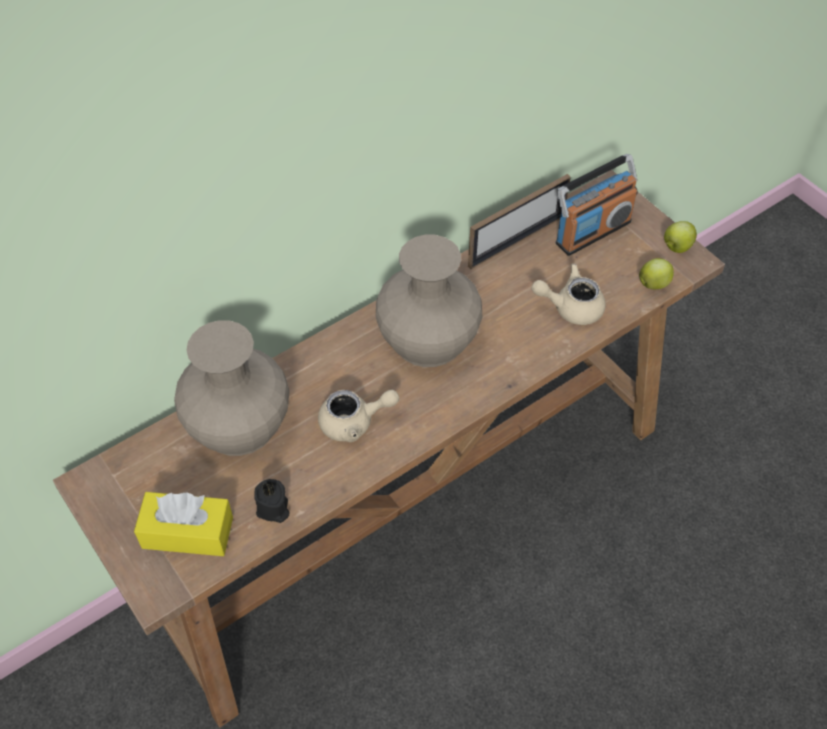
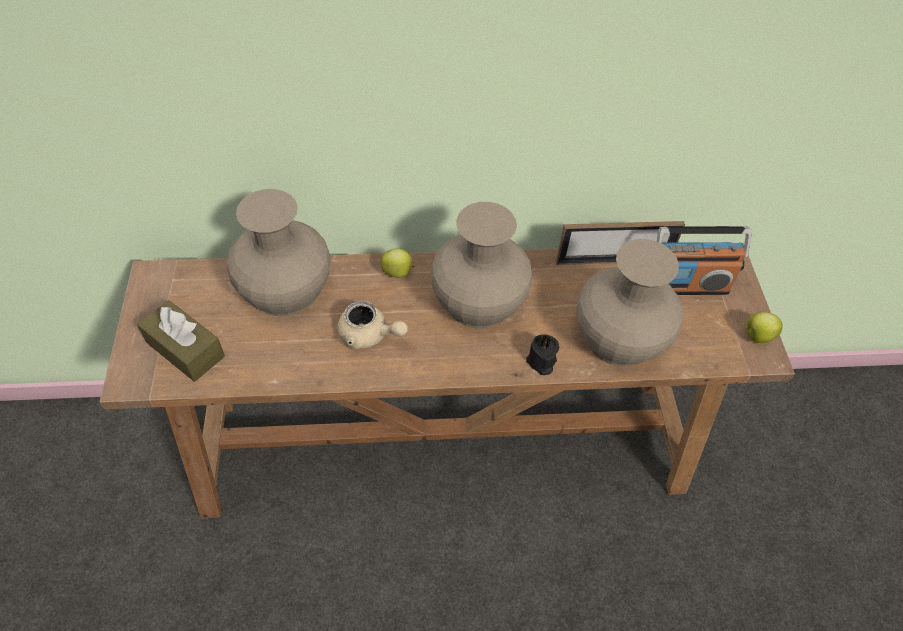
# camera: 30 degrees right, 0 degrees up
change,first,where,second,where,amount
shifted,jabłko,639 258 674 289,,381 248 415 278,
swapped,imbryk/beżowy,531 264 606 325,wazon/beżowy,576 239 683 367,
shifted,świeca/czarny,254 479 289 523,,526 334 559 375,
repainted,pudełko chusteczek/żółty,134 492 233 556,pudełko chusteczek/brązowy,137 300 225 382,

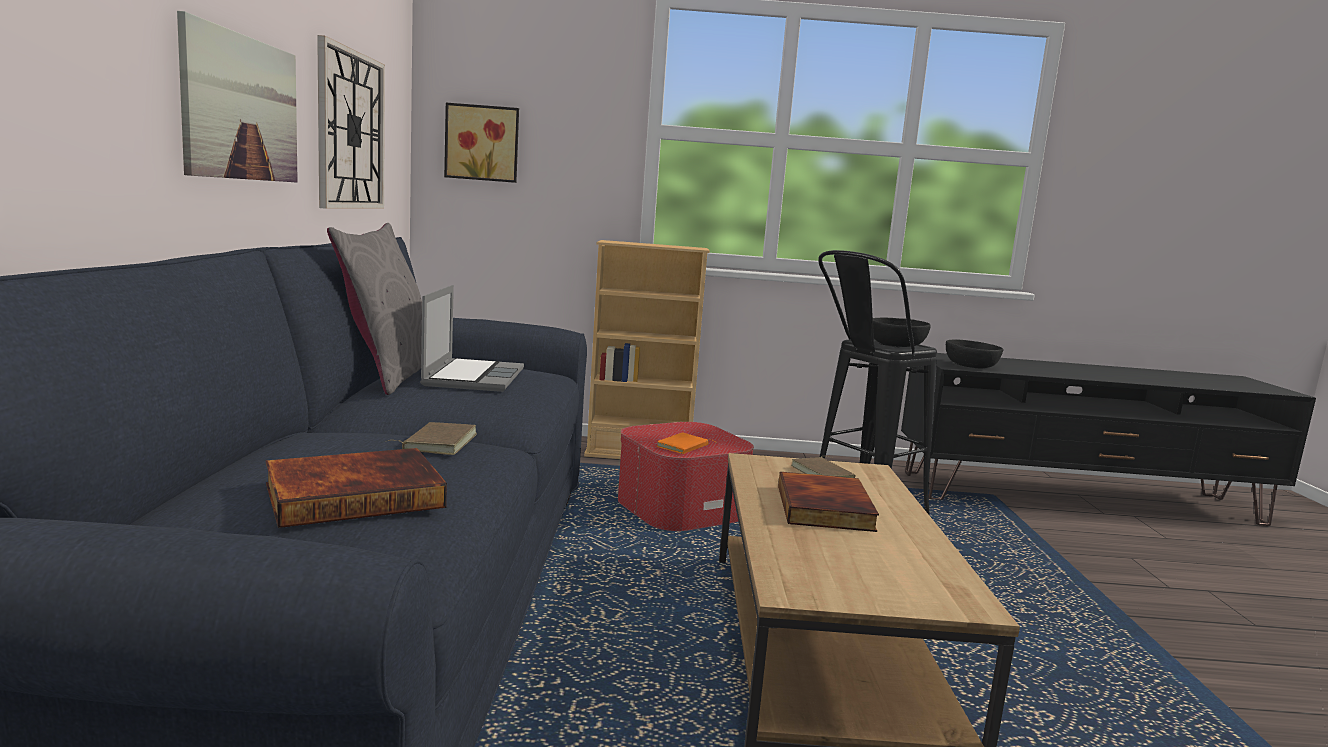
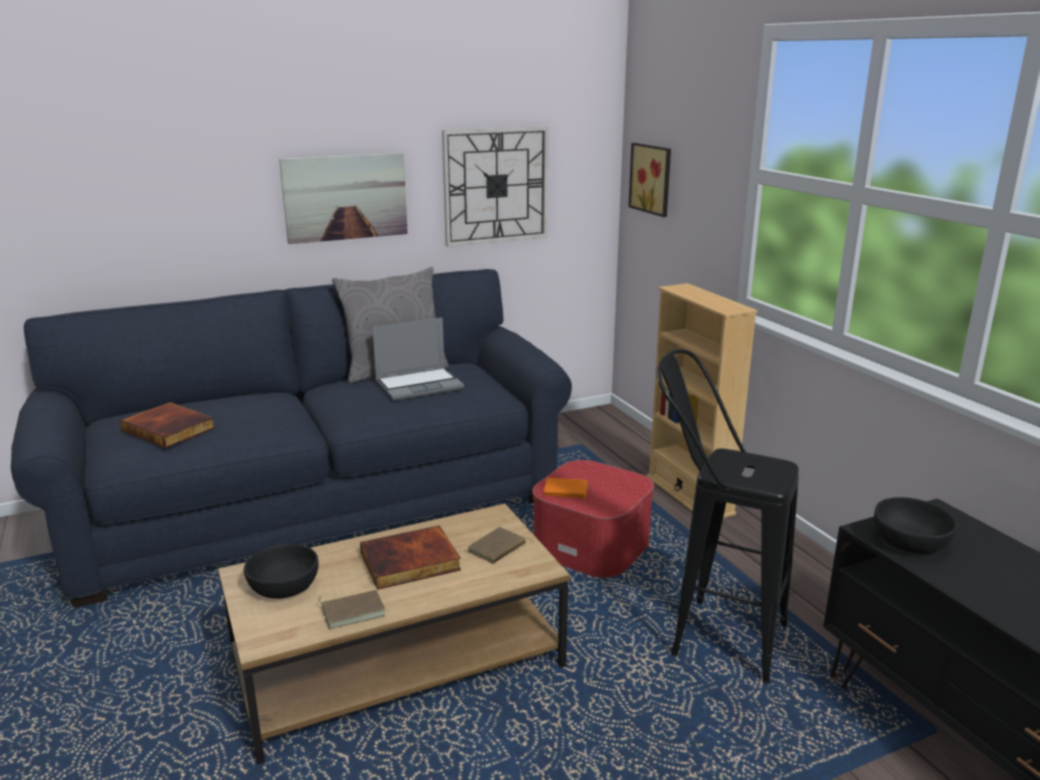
# camera: 65 degrees right, 10 degrees up
change,first,where,second,where,amount
shifted,miska/czarny,873 318 931 347,,244 544 319 599,
shifted,książka/brązowy,385 422 477 455,,319 590 385 629,

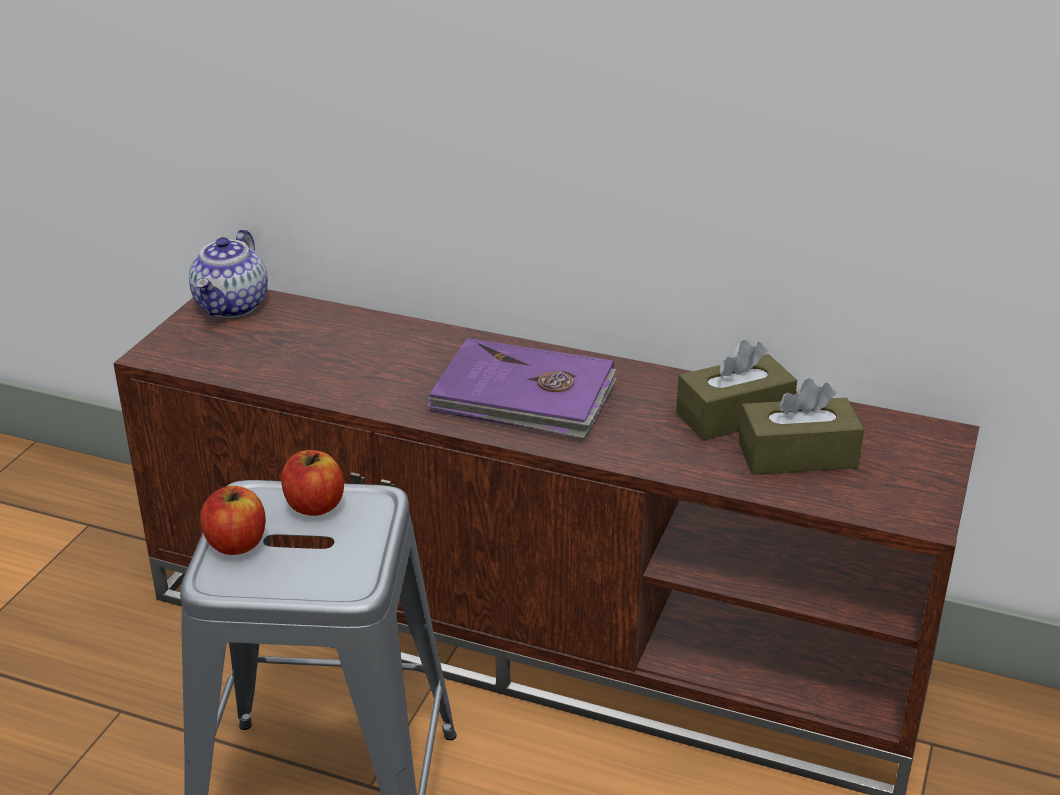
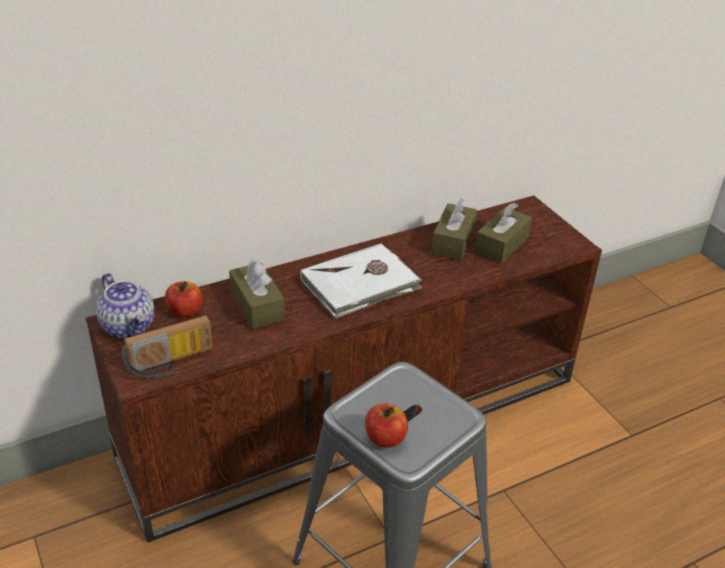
# camera: 50 degrees left, 5 degrees up
change,first,where,second,where,amount
repainted,książka/fioletowy,427 338 617 438,książka/biały,300 243 423 318,
shifted,jabłko,281 450 344 516,,165 281 203 317,
new,,,pudełko chusteczek/brązowy,229 258 285 329,
new,,,radio,121 315 213 379,

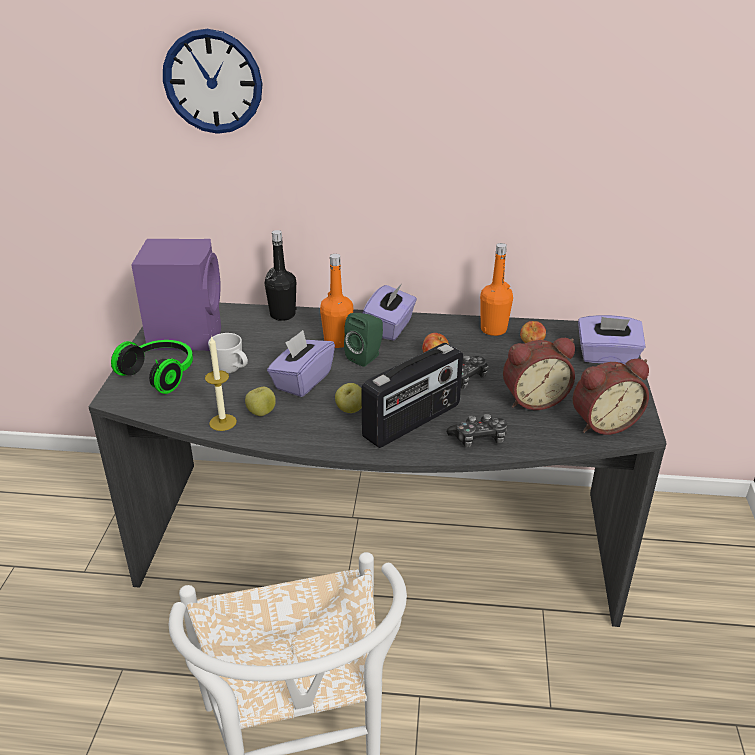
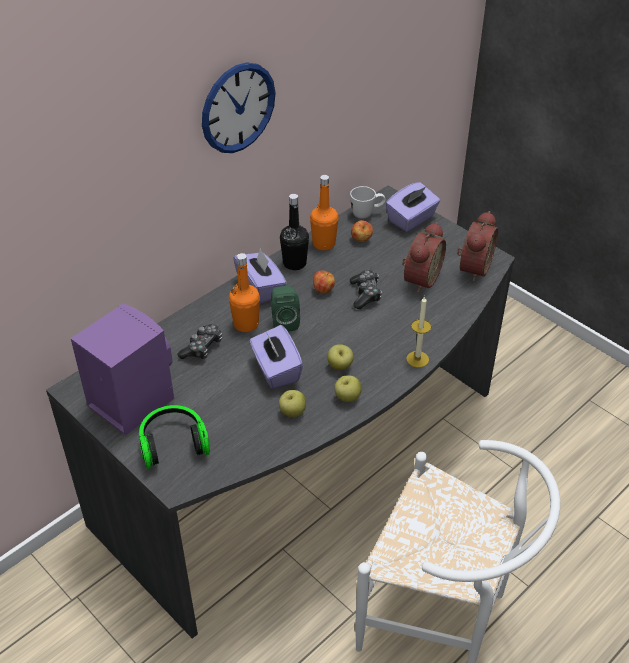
# camera: 50 degrees left, 10 degrees up
change,first,where,second,where,amount
shifted,zegar ścienny,163 29 263 134,,202 62 275 153,
shifted,butelka/czarny,265 230 296 321,,280 194 309 270,
shifted,kubek/biały,208 333 248 373,,350 186 385 219,
shifted,świeca,205 336 237 431,,406 296 431 368,
gone,radio,361 343 463 448,,,
shifted,pad do gier,447 414 507 447,,178 324 222 359,
new,,,jabłko,334 376 361 402,

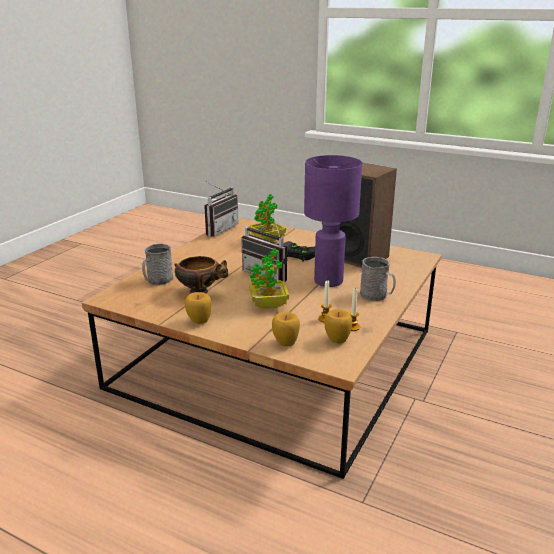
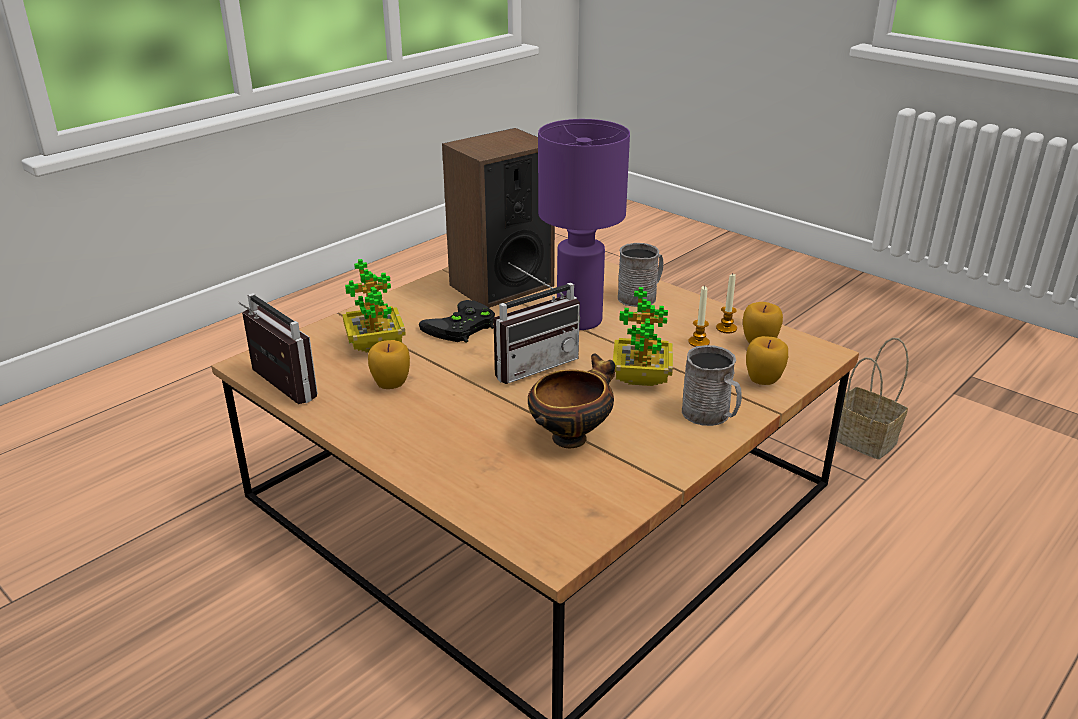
# camera: 75 degrees left, 5 degrees up
change,first,where,second,where,amount
shifted,kubek/szary,142 244 173 285,,682 345 742 426,
shifted,jabłko,185 292 212 324,,368 340 410 389,
new,,,koszyk,834 337 909 459,

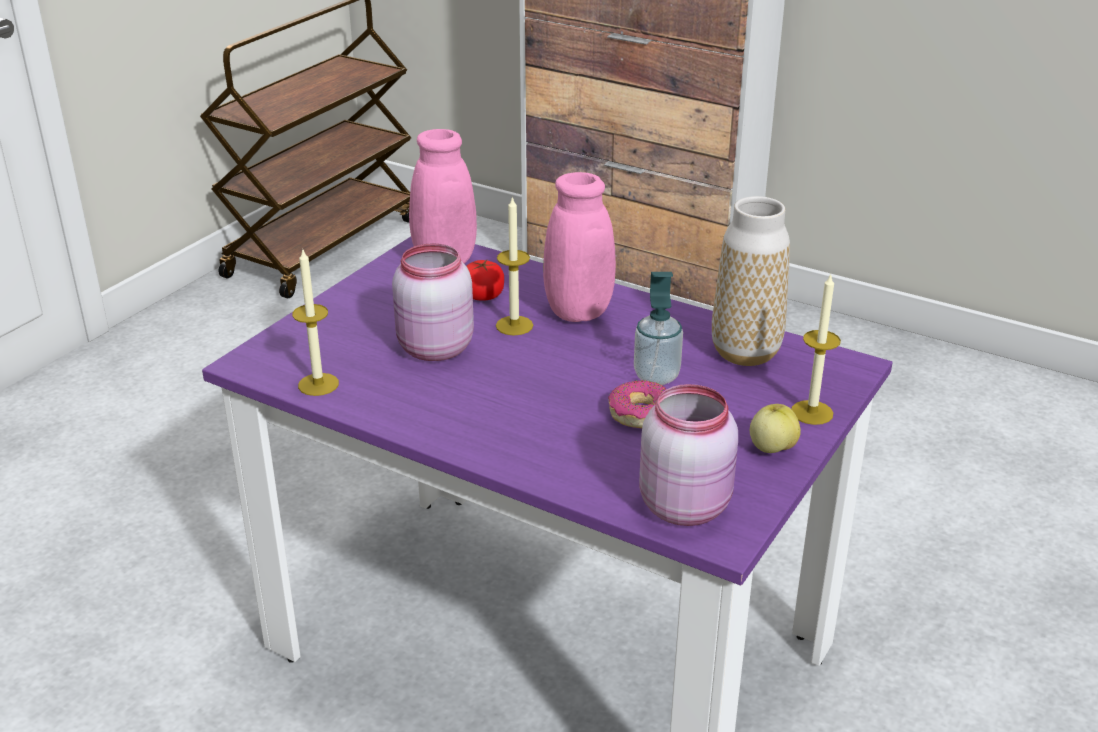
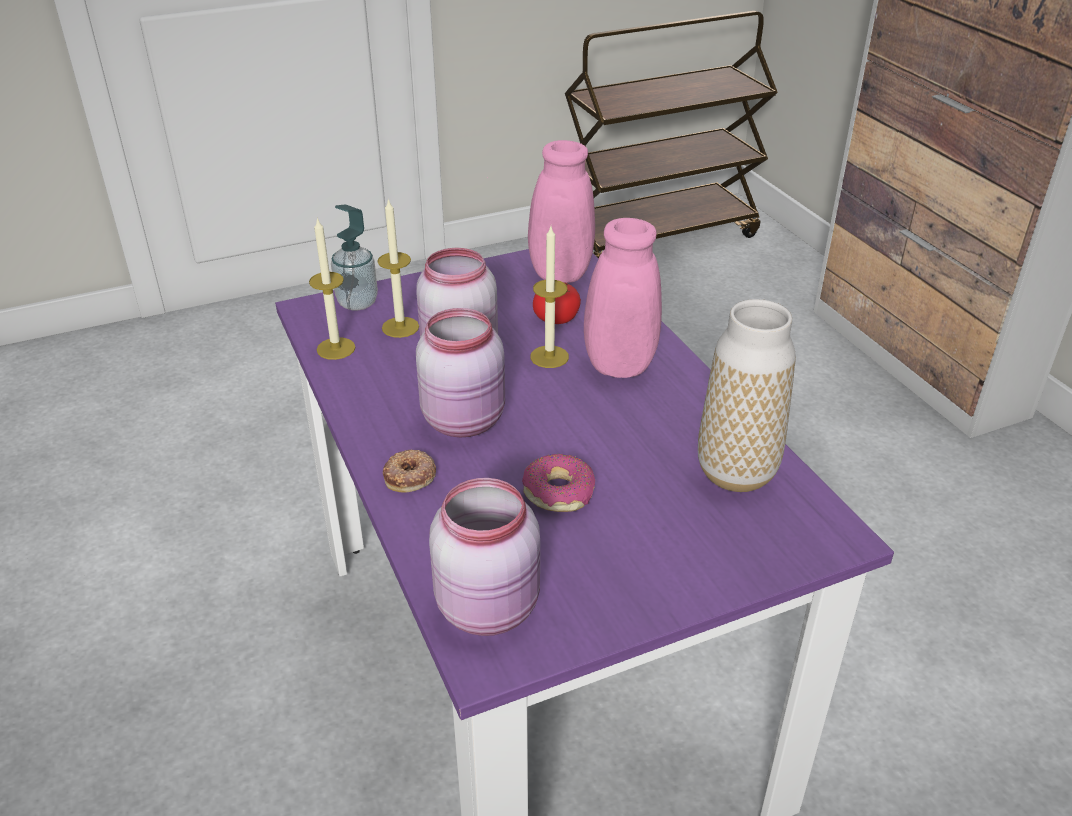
# camera: 35 degrees right, 5 degrees up
change,first,where,second,where,amount
shifted,dozownik mydła,634 272 683 385,,331 205 378 310,
shifted,świeca,791 274 841 425,,377 198 419 338,
gone,jabłko,750 404 801 453,,,
new,,,słoik/różowy,416 308 505 437,
new,,,donut,383 450 436 492,

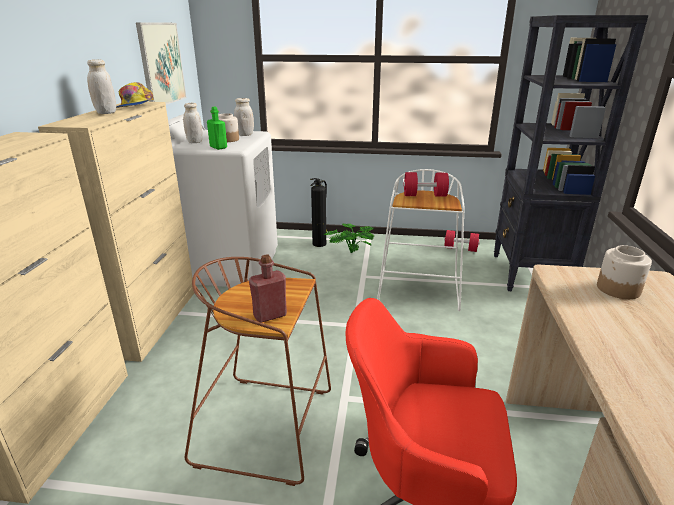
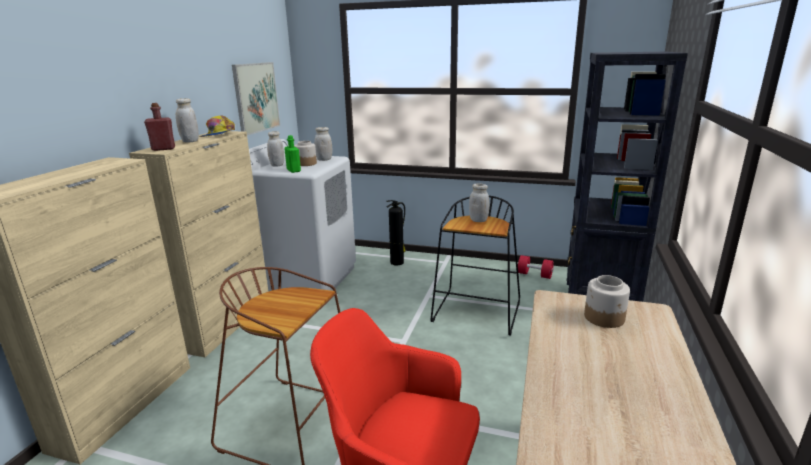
# camera: 10 degrees right, 5 degrees down
change,first,where,second,where,amount
repainted,stołek/biały,377 169 464 311,stołek/czarny,431 196 520 336,
swapped,hantel/czerwony,403 172 449 197,słoik/biały,469 183 489 222,
gone,roślina doniczkowa,324 223 374 253,,,
shifted,butelka/czerwony,249 255 287 323,,144 103 175 151,

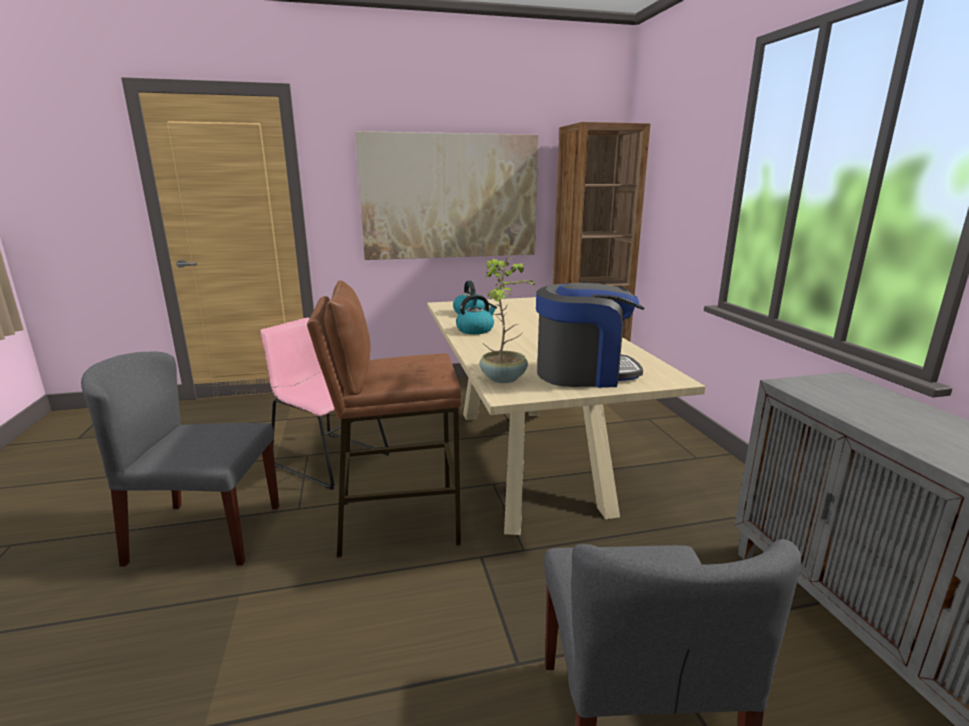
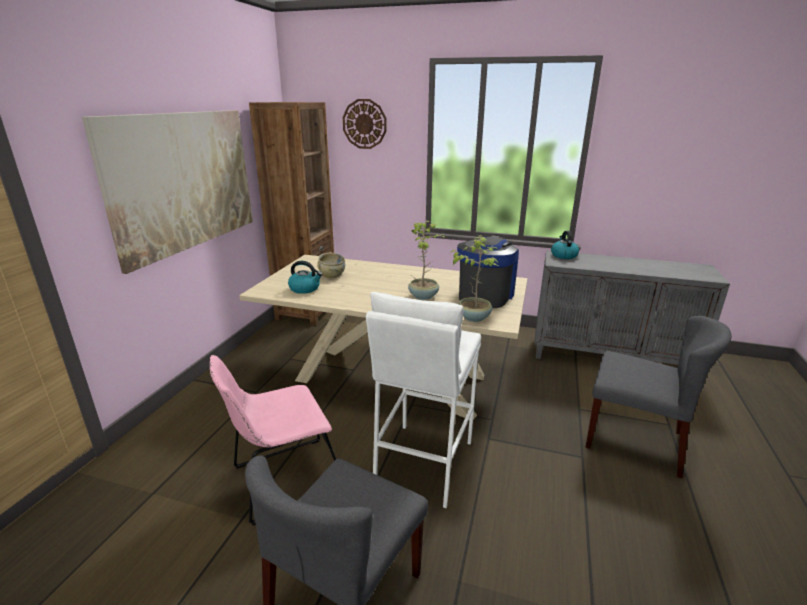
# camera: 60 degrees left, 5 degrees up
change,first,where,second,where,amount
repainted,stołek/brązowy,307 280 461 557,stołek/biały,366 292 481 509,
shifted,czajnik,456 294 497 334,,551 231 579 259,
new,,,zegar ścienny,343 99 387 149,
new,,,roślina doniczkowa,408 221 445 300,
new,,,miska/beżowy,317 253 345 278,

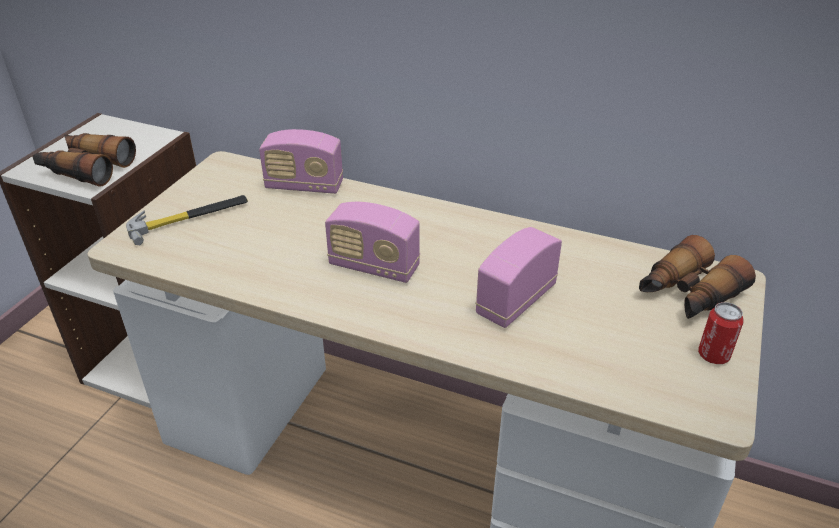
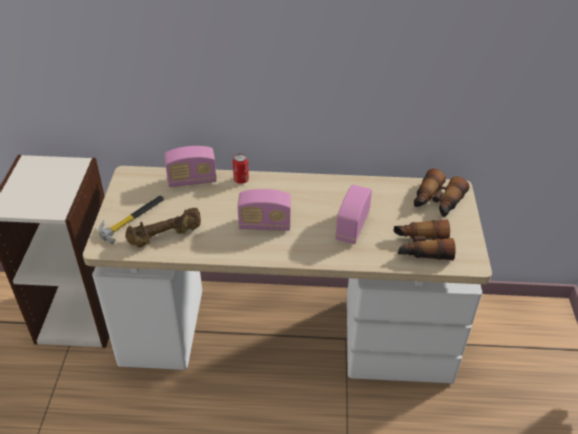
# camera: 20 degrees left, 5 degrees up
change,first,where,second,where,amount
shifted,lornetka,33 133 136 187,,394 219 455 260,
shifted,puszka,698 302 744 364,,233 154 249 184,
new,,,hantel/brązowy,125 208 201 247,

